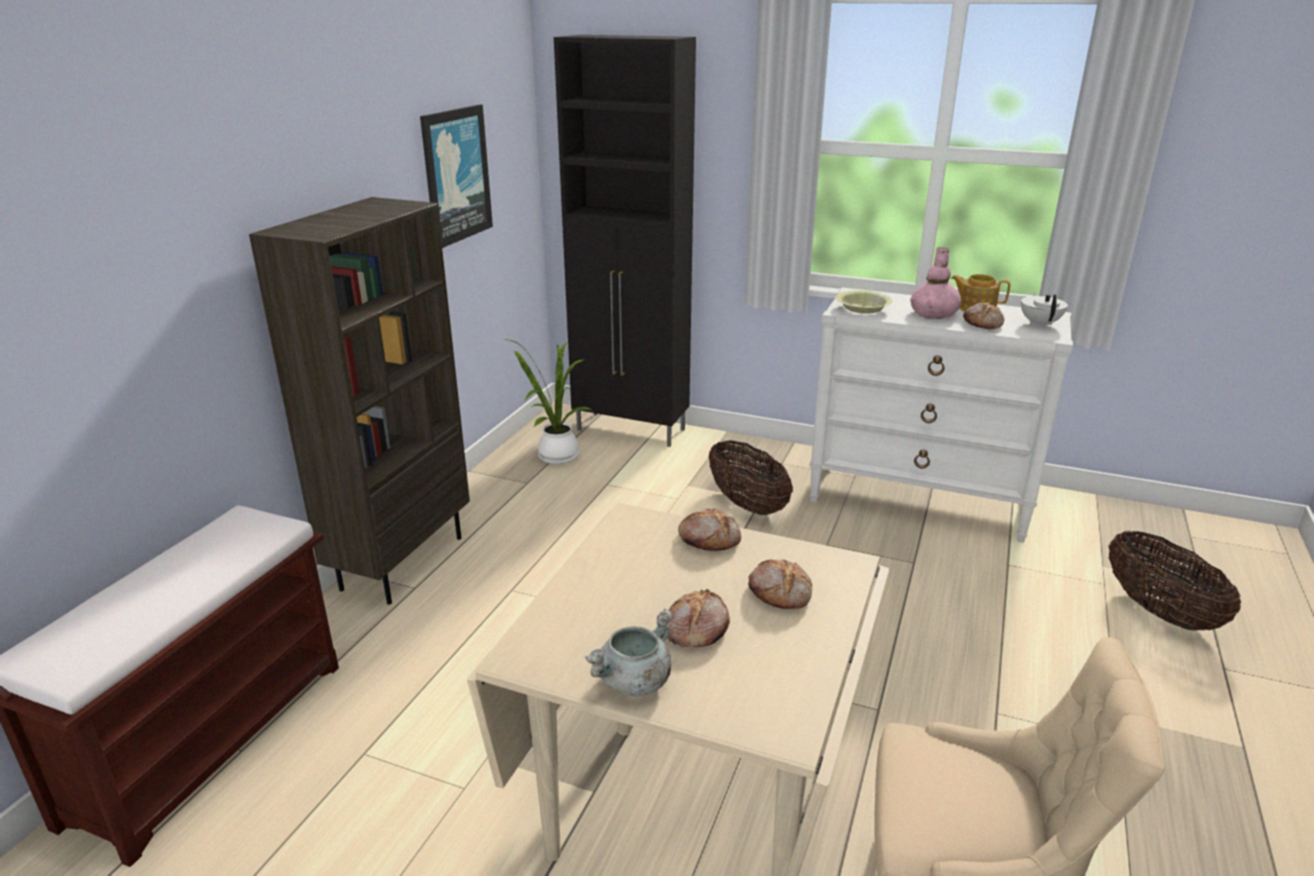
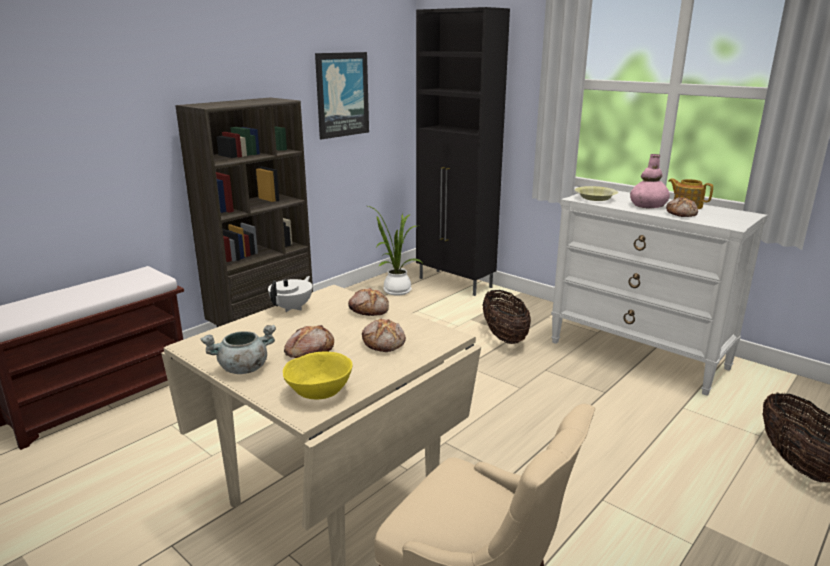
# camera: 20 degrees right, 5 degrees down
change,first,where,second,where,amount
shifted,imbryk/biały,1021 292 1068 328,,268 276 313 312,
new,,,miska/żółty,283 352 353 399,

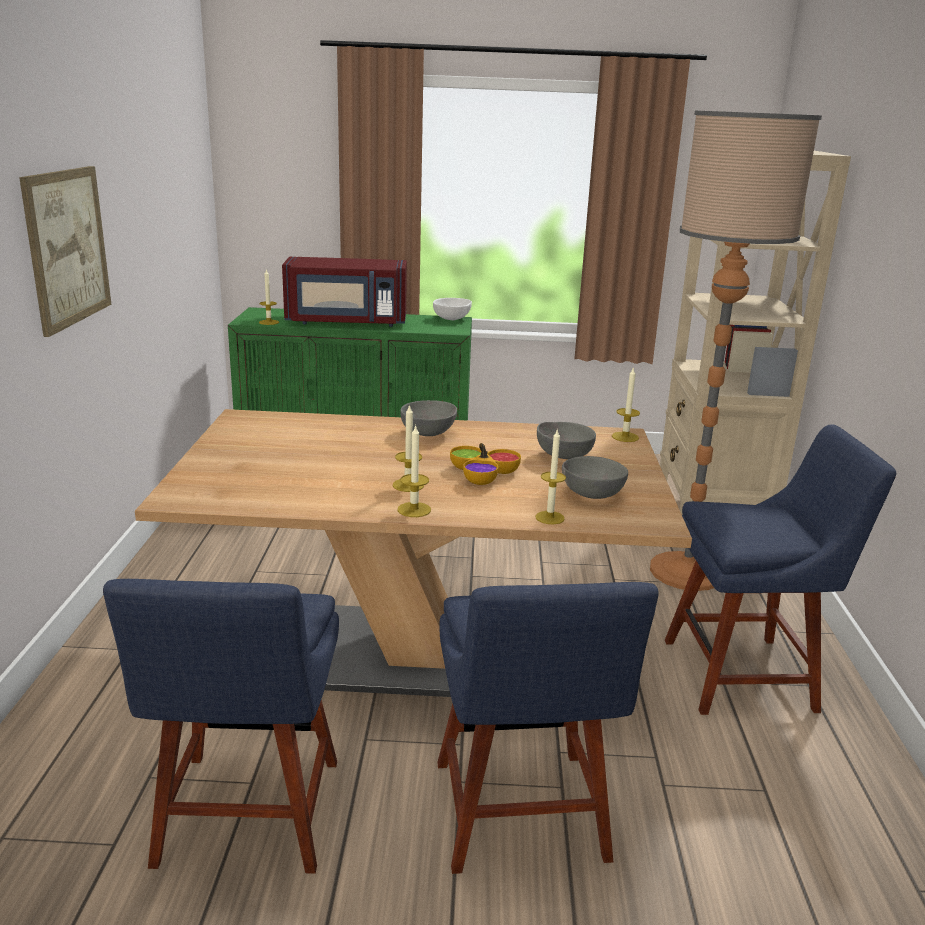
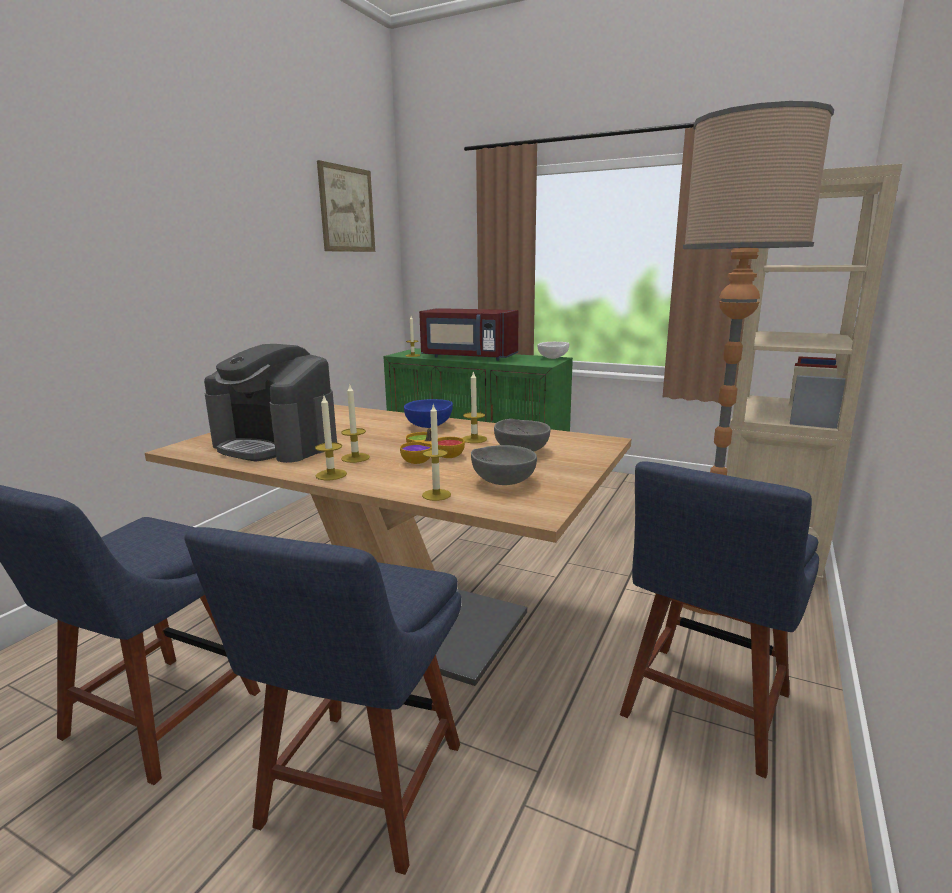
# camera: 25 degrees right, 5 degrees down
change,first,where,second,where,amount
shifted,obraz,19 166 111 337,,317 160 375 252,
shifted,świeca,612 367 640 442,,462 371 487 443,
repainted,miska/szary,400 400 457 436,miska/niebieski,404 399 453 428,
rotated,krzesło/niebieski,665 424 896 715,,620 461 819 779,105 degrees clockwise
new,,,ekspres do kawy,204 344 337 463,

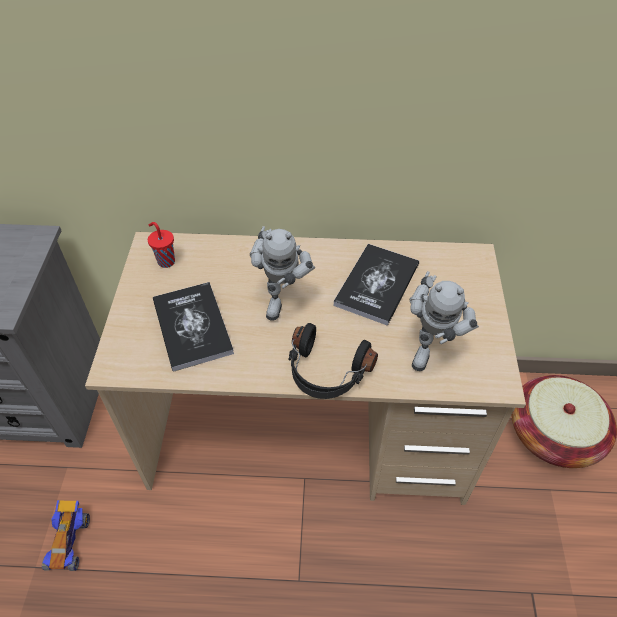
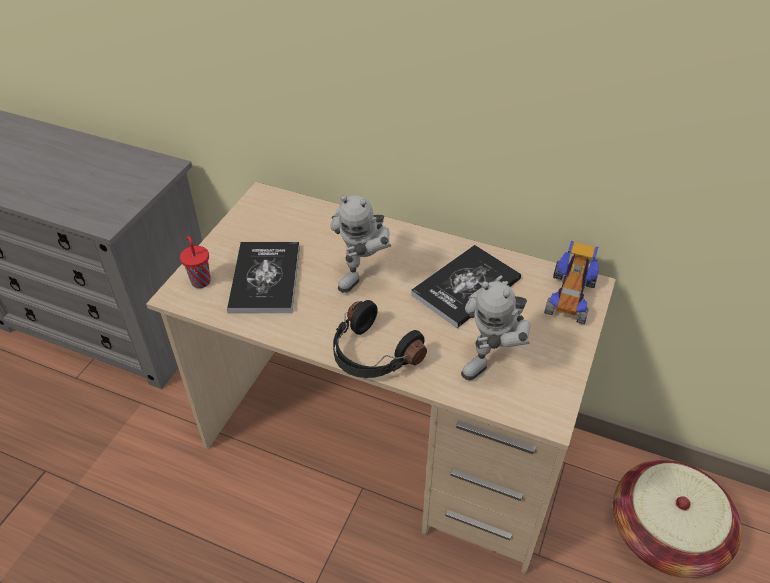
# camera: 20 degrees right, 5 degrees down
change,first,where,second,where,amount
shifted,filiżanka/czerwony,148 222 175 268,,180 236 211 288,
shifted,samochodzik,42 500 90 571,,544 241 599 324,

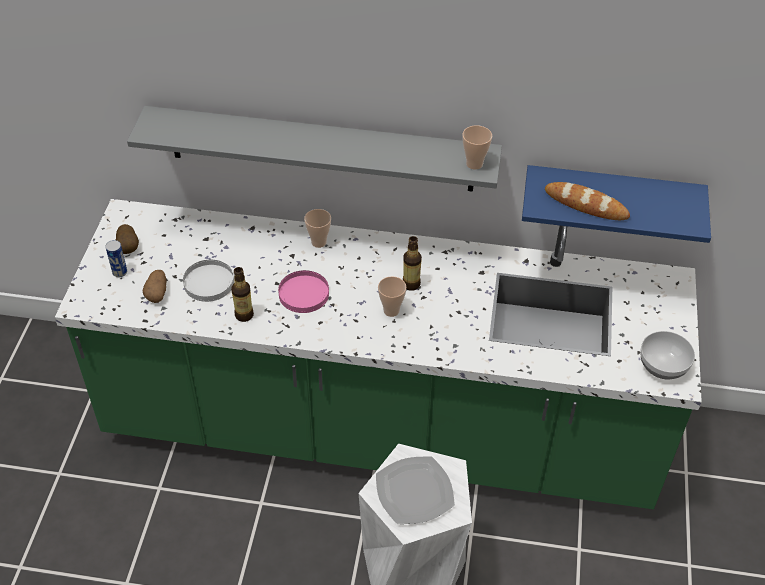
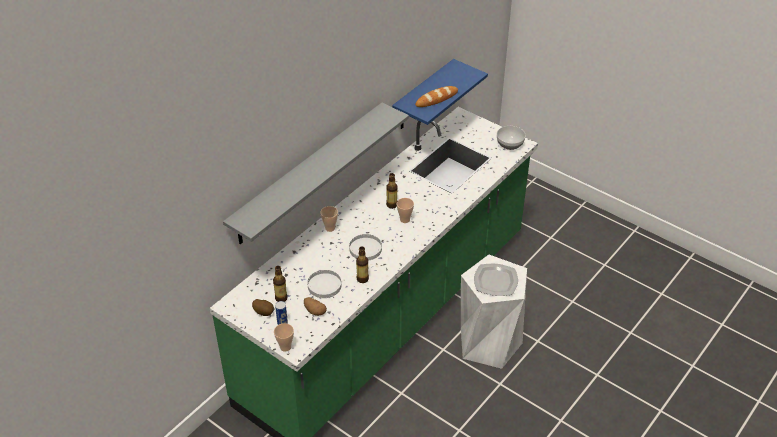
# camera: 60 degrees left, 5 degrees down
change,first,where,second,where,amount
shifted,filiżanka,462 125 492 169,,274 323 294 352,
repainted,talerz/różowy,278 270 329 313,talerz/biały,349 234 382 261,
new,,,butelka,273 266 288 302,

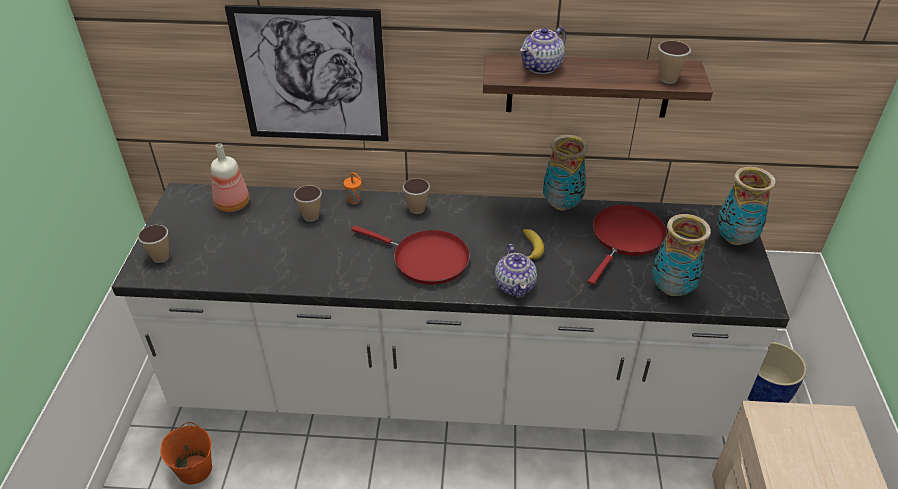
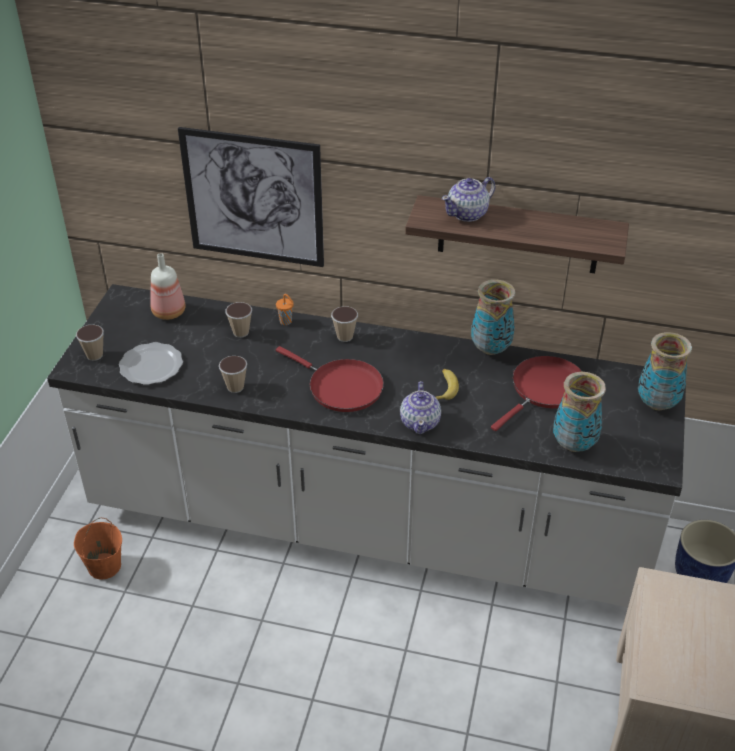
# camera: 10 degrees right, 0 degrees up
change,first,where,second,where,amount
shifted,filiżanka,658 41 691 84,,219 356 247 393,
new,,,talerz,119 342 183 385,

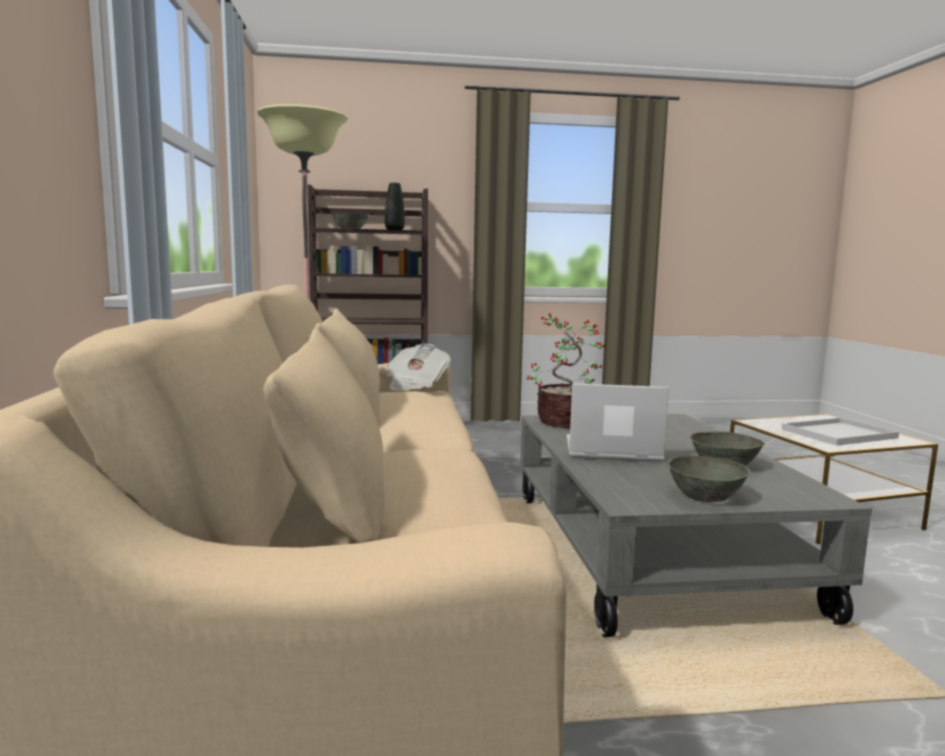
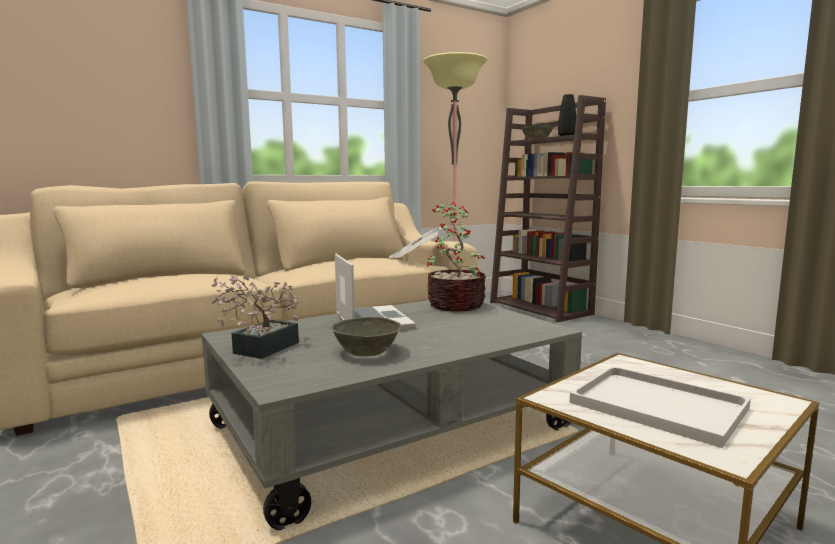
# camera: 65 degrees right, 0 degrees up
change,first,where,second,where,amount
swapped,miska/szary,667 456 751 502,roślina doniczkowa,211 275 299 359,

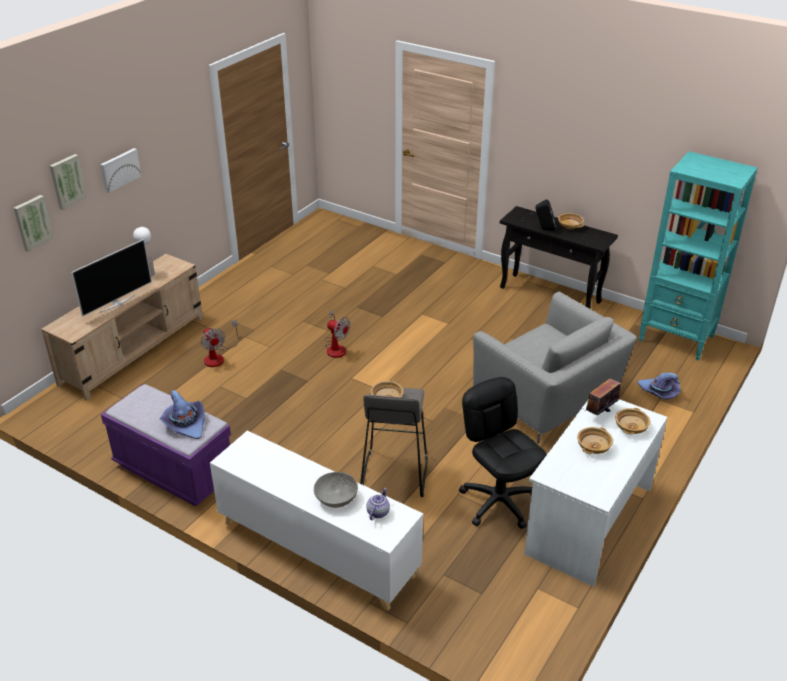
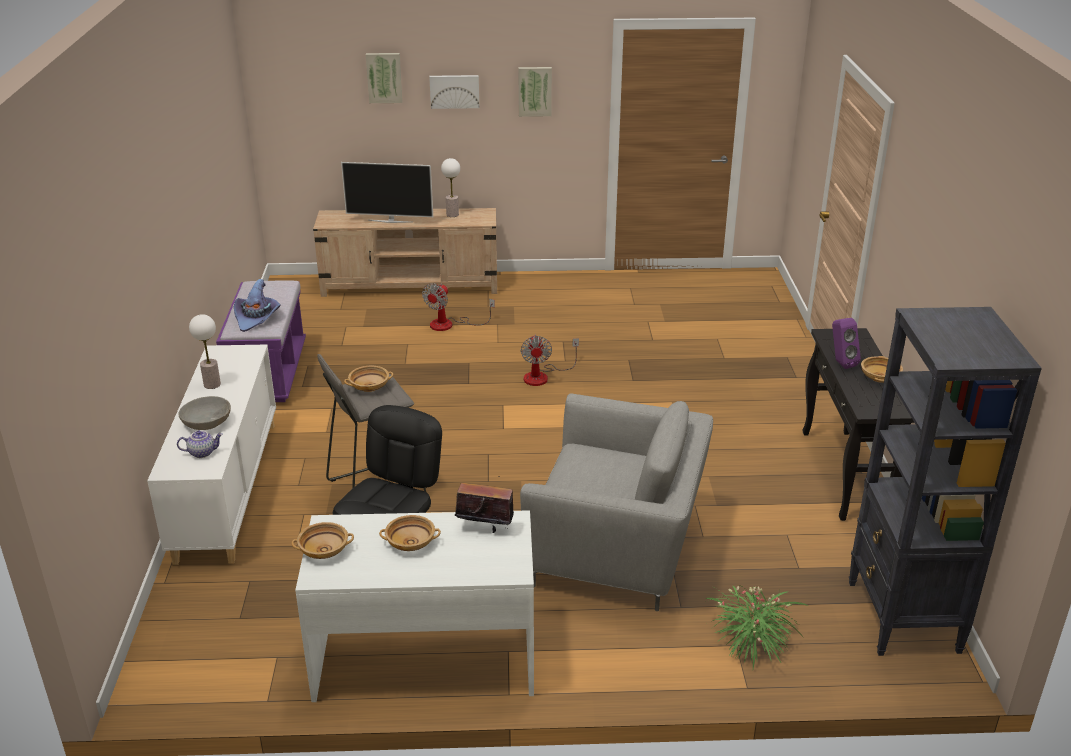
# camera: 55 degrees right, 5 degrees down
change,first,where,second,where,amount
repainted,regał/turkusowy,639 151 758 361,regał/czarny,849 307 1042 656,
shifted,obraz,14 195 54 252,,518 67 552 117,
repainted,głośnik/czarny,535 199 556 231,głośnik/fioletowy,832 318 861 369,
rotated,fotel/szary,473 292 637 444,,520 393 713 611,90 degrees counterclockwise
swapped,kapelusz/fioletowy,638 373 681 400,roślina doniczkowa,705 586 809 669,
shifted,miska/beżowy,615 408 651 434,,291 522 354 559,
new,,,lampa stołowa,189 314 221 389,

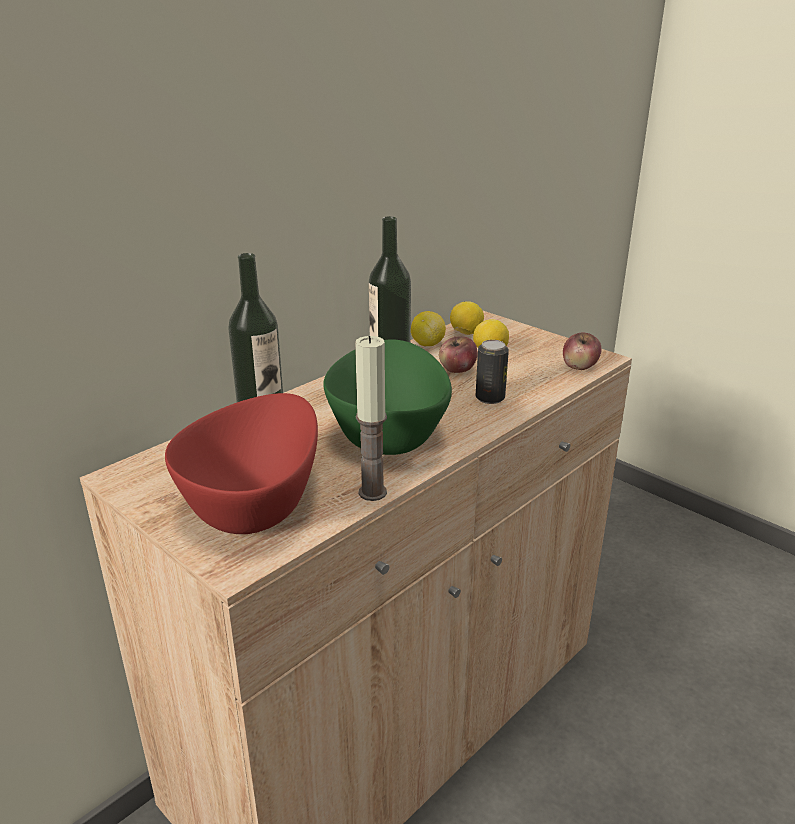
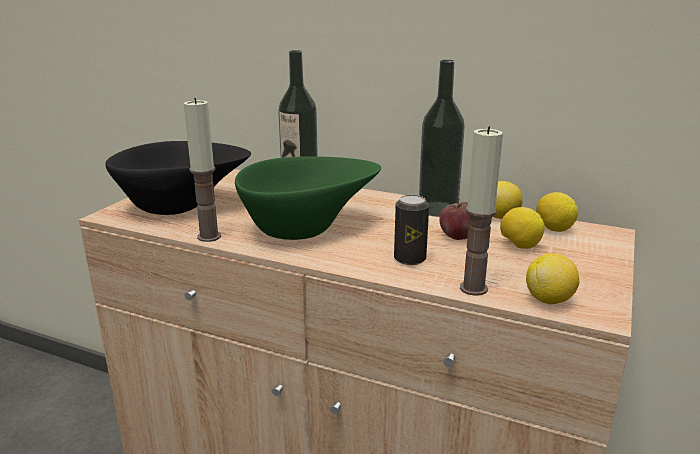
# camera: 70 degrees right, 5 degrees down
change,first,where,second,where,amount
swapped,jabłko,563 332 601 370,cytryna,526 253 579 304,
repainted,miska/czerwony,165 393 318 534,miska/czarny,105 141 251 215,
new,,,świeca,460 126 503 296,

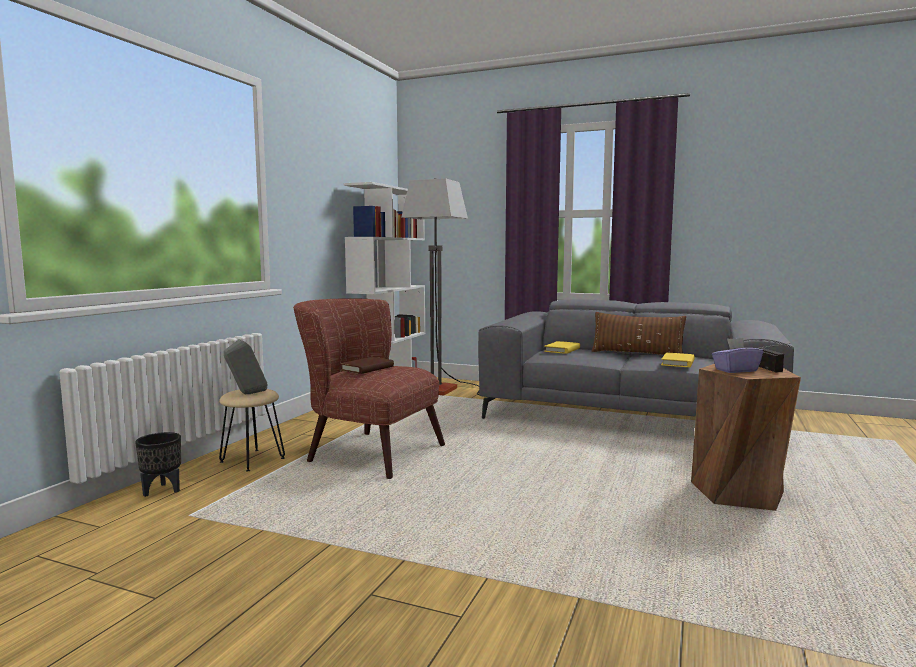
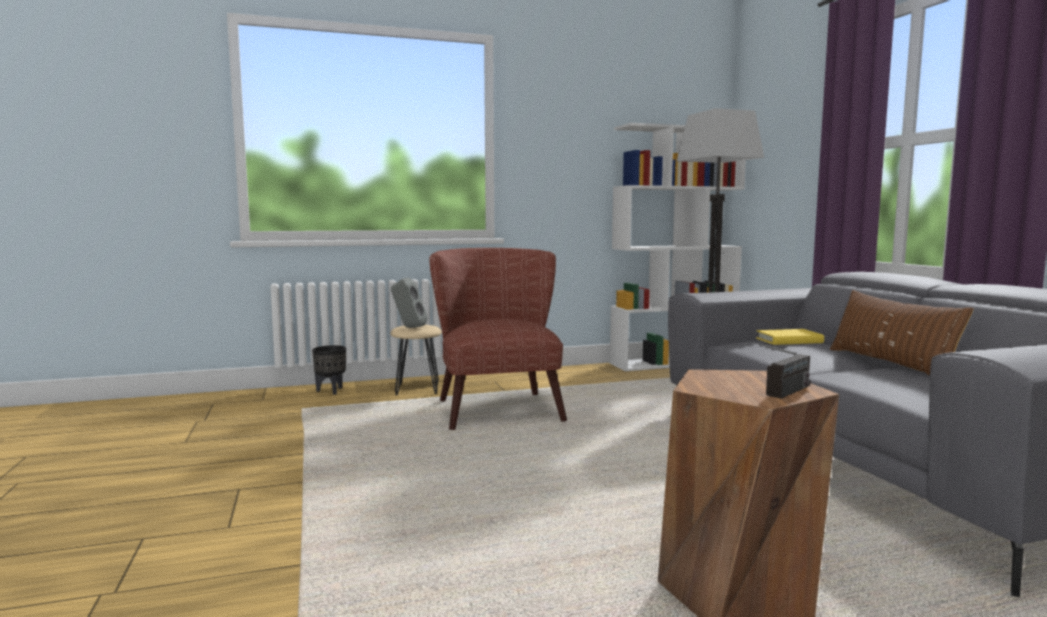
# camera: 50 degrees right, 0 degrees up
change,first,where,second,where,amount
gone,pudełko chusteczek/fioletowy,712 338 763 373,,,
gone,książka/żółty,661 352 695 367,,,
gone,książka/brązowy,340 357 394 374,,,

